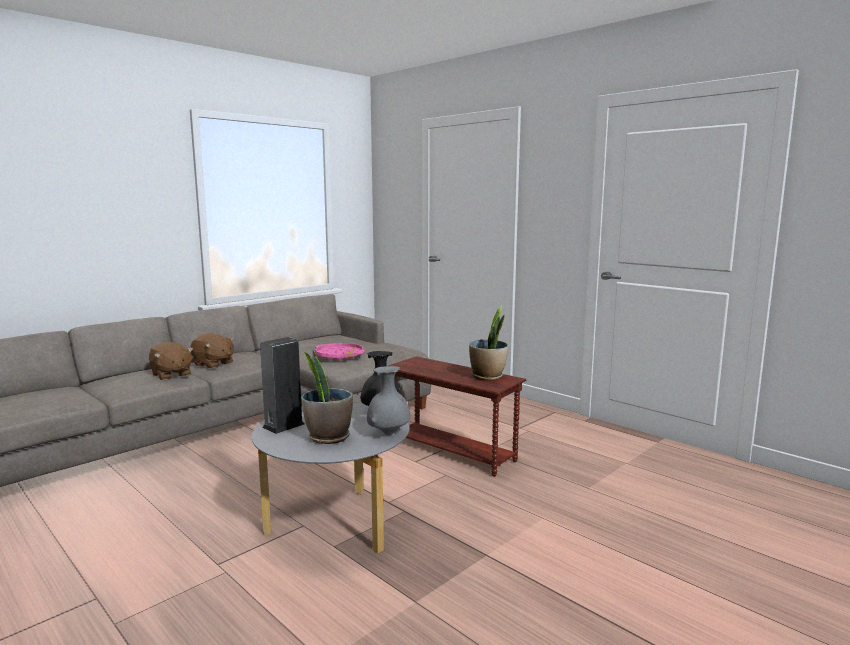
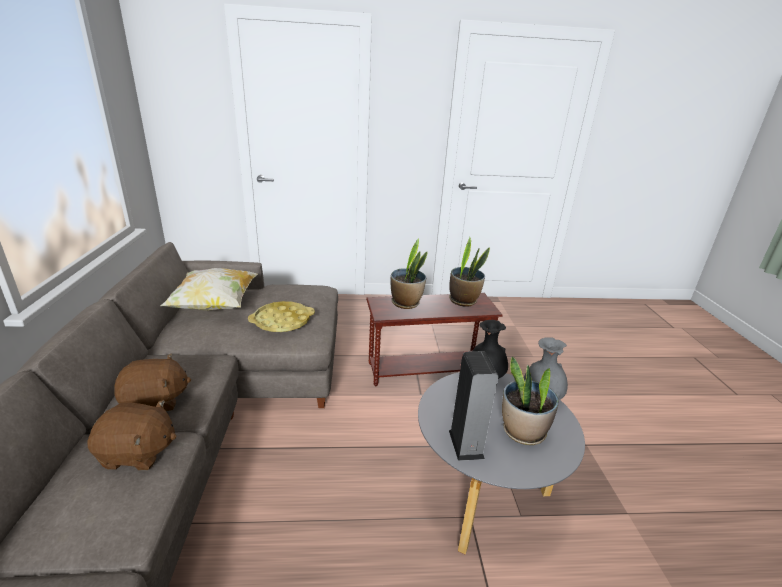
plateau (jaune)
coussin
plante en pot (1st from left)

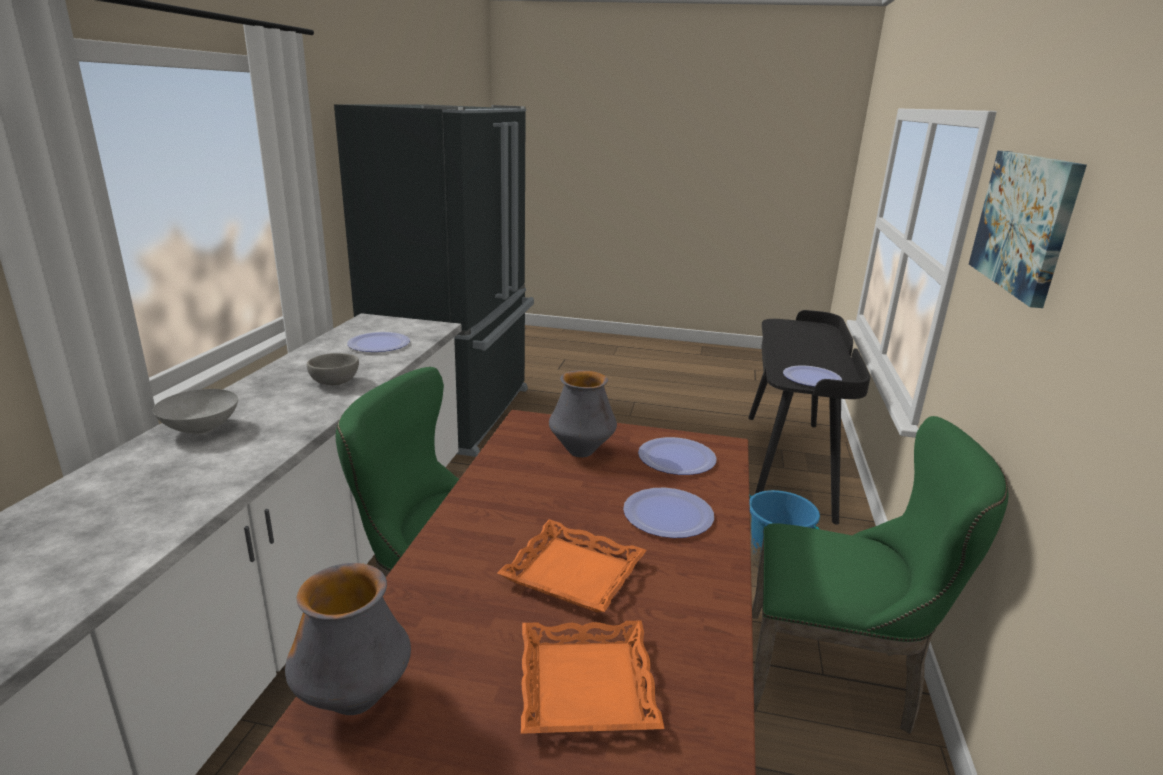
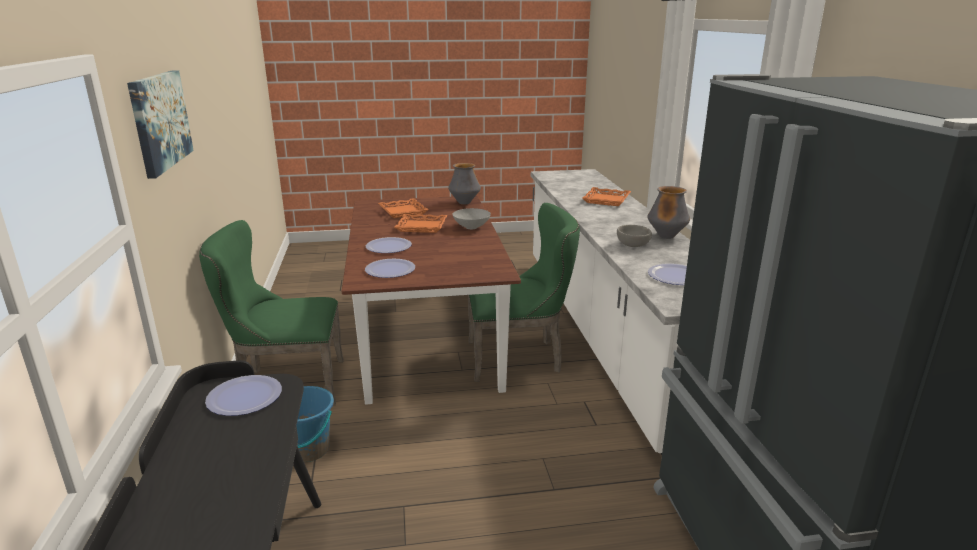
bol (gris) (1st from left)
vase (2nd from left)
plateau (orange) (3rd from left)

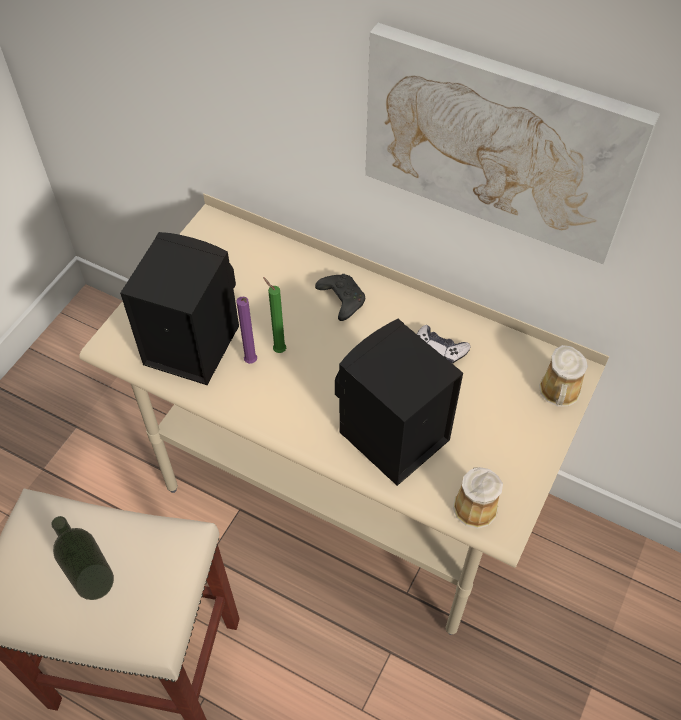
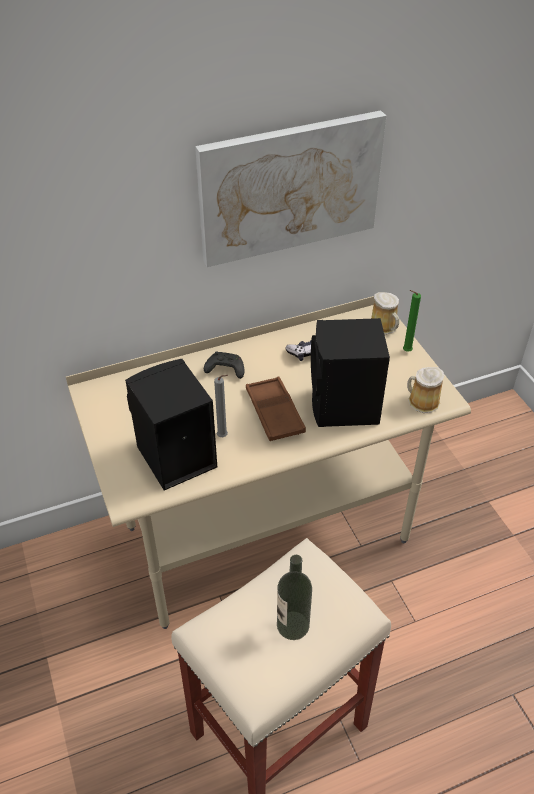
bougie (gris)
bougie (vert)
plateau (marron)

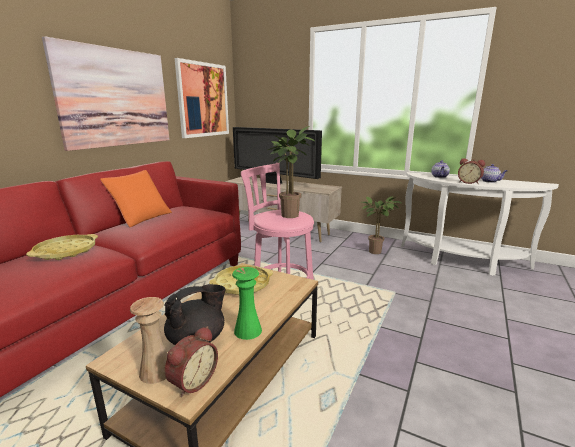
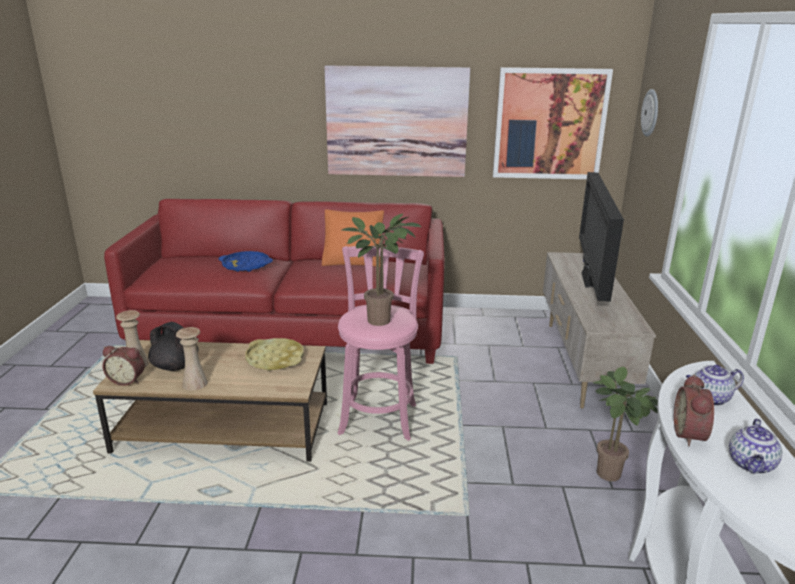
plateau (bleu)
vase (beige) (2nd from left)
horloge murale

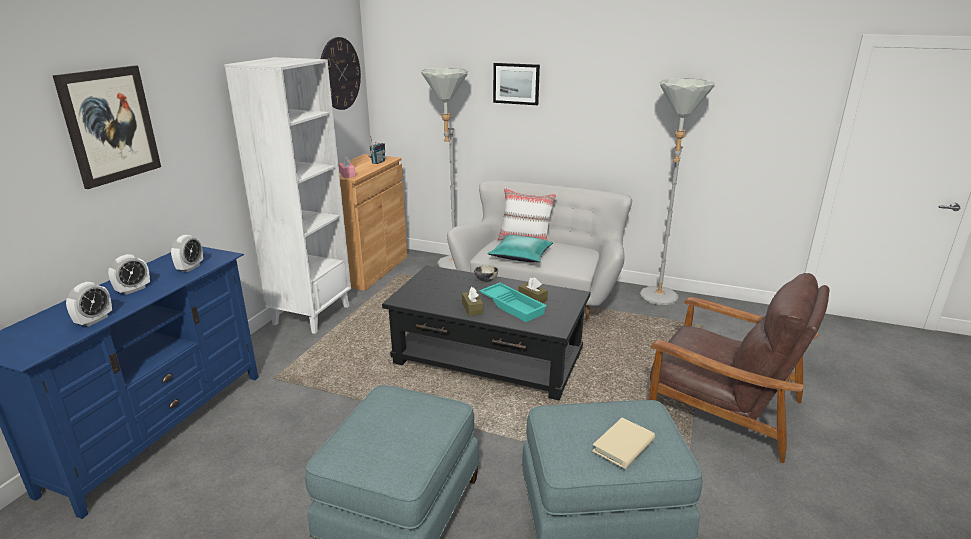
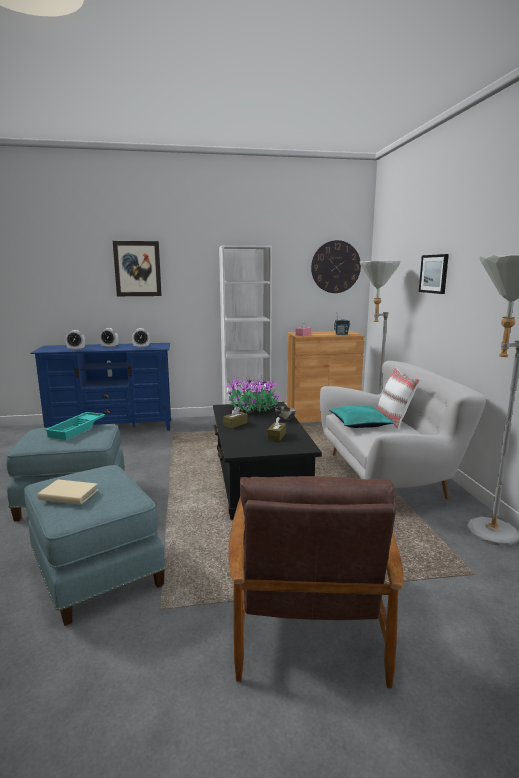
plateau (turquoise)
plante en pot

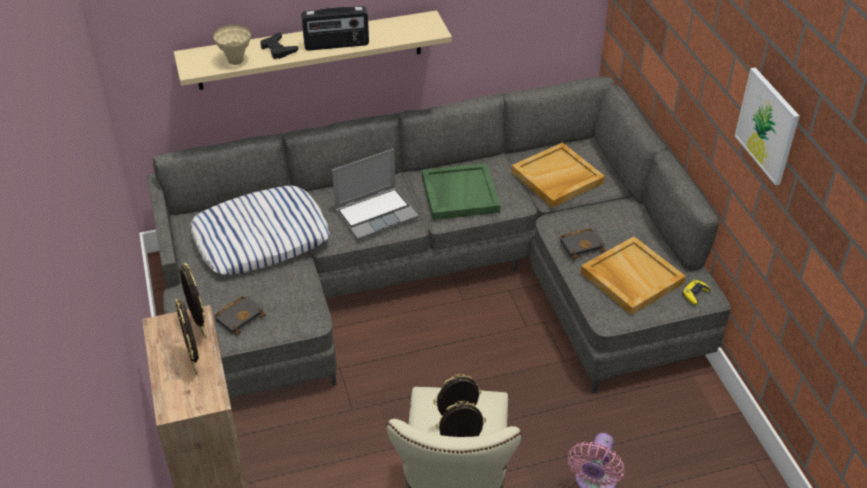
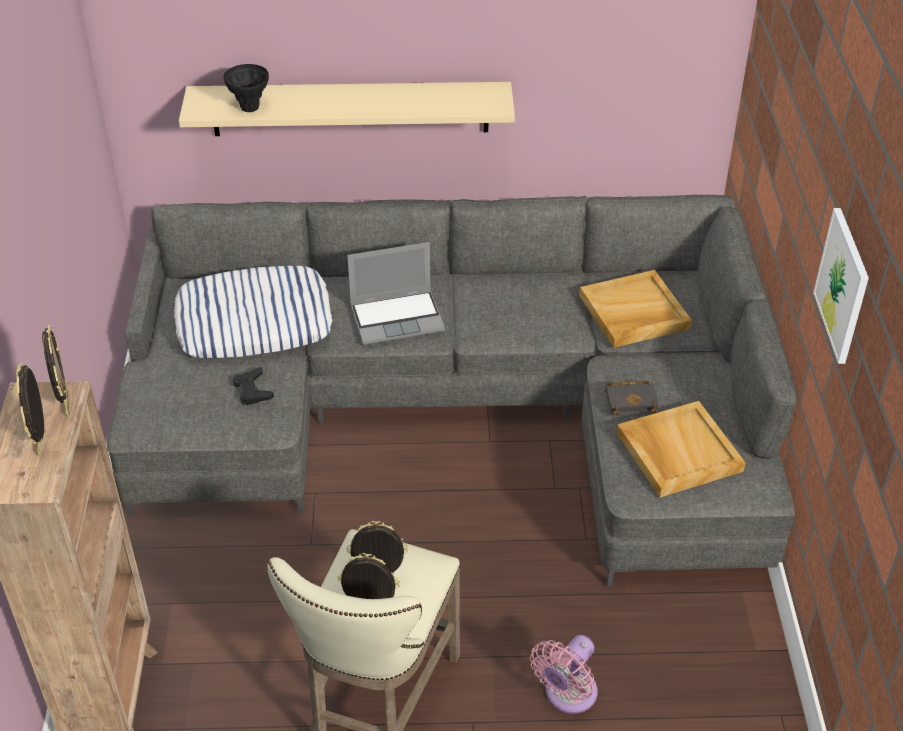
vase (noir)
livre (noir) (1st from left in the first image)
manette (noir)
radio
plateau (vert)
manette (jaune)

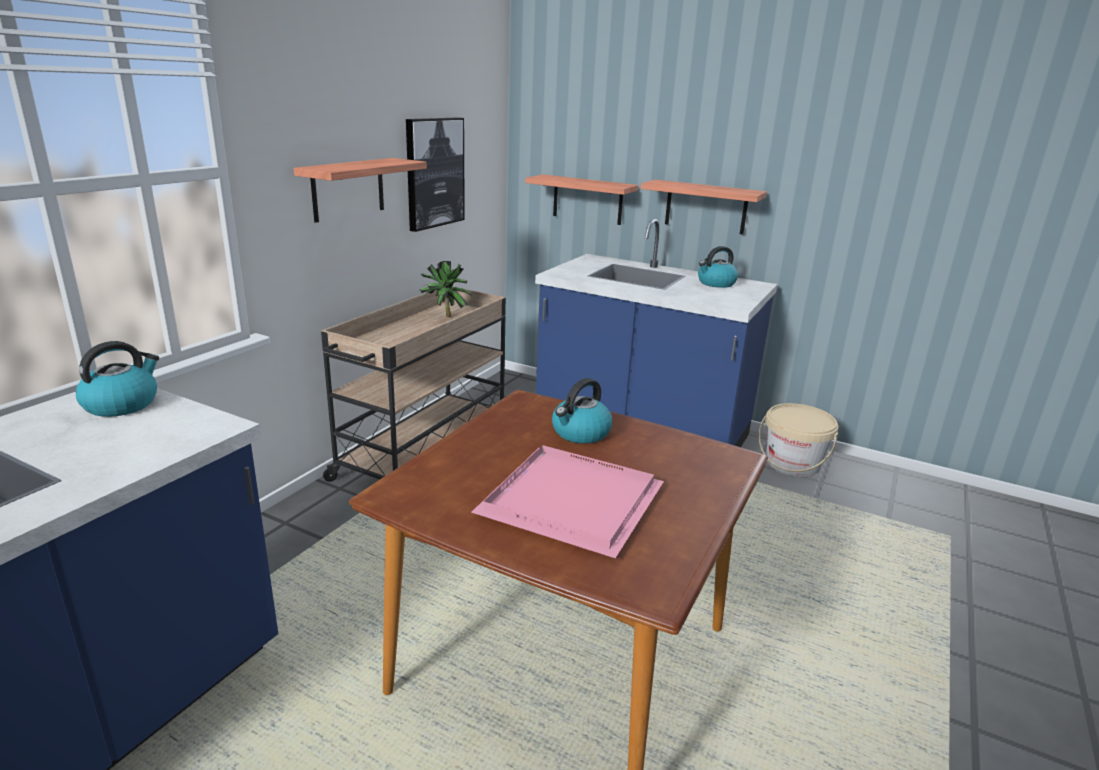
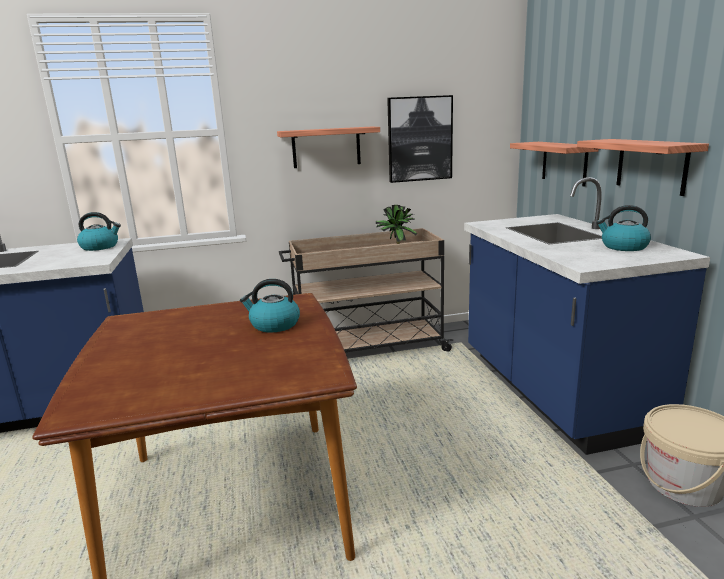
plateau (rose)

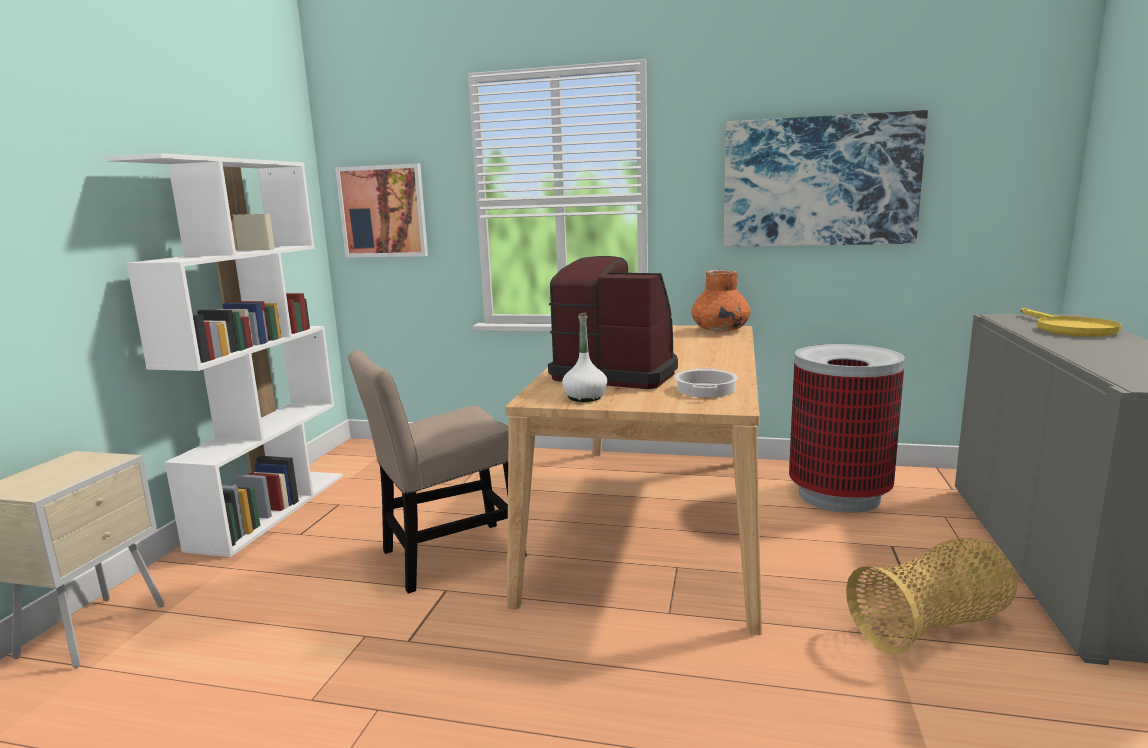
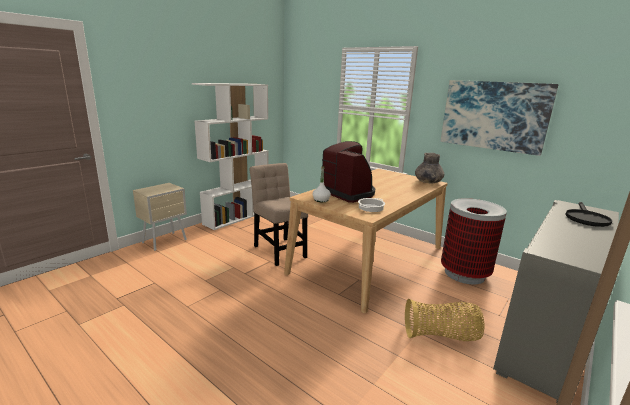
tableau (1st from left in the first image)
chaise (beige)
vase (gris)
poêle (noir)

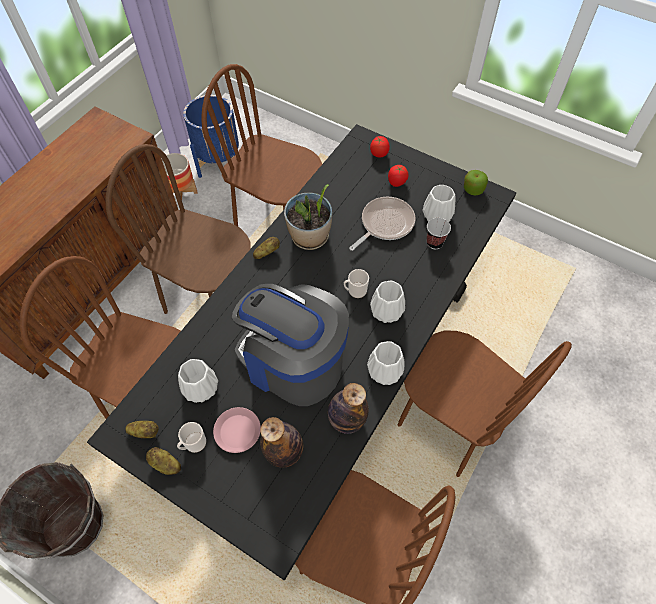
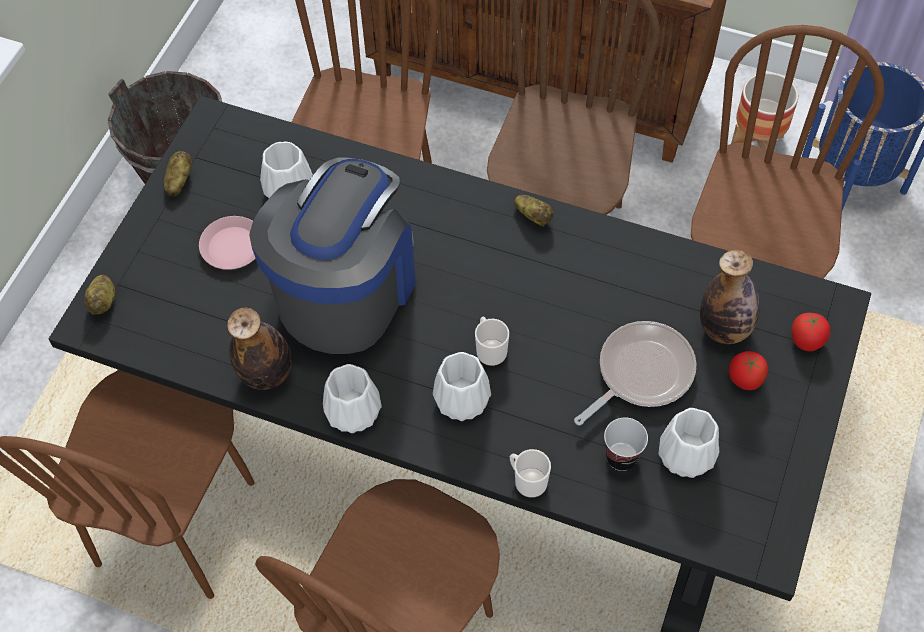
pomme de terre (1st from left)
mug (2nd from left)
bouteille (2nd from left)
plante en pot
poêle
pomme

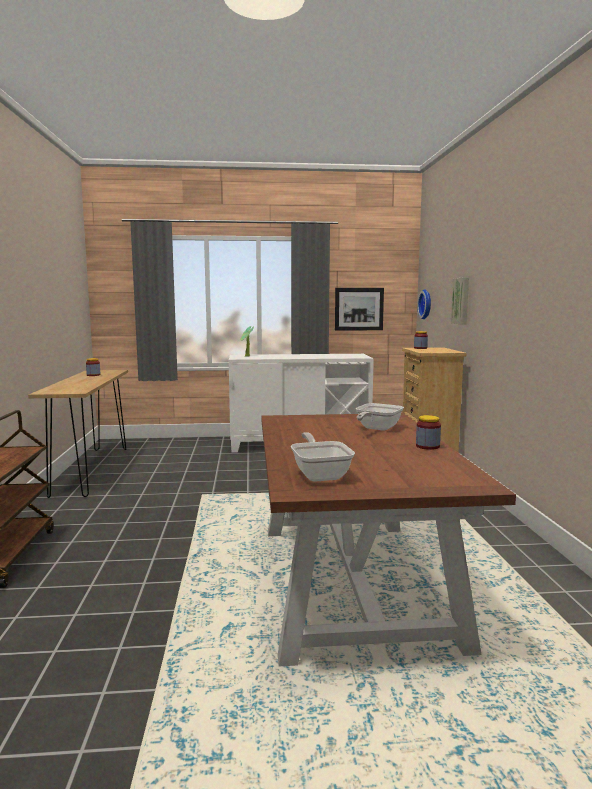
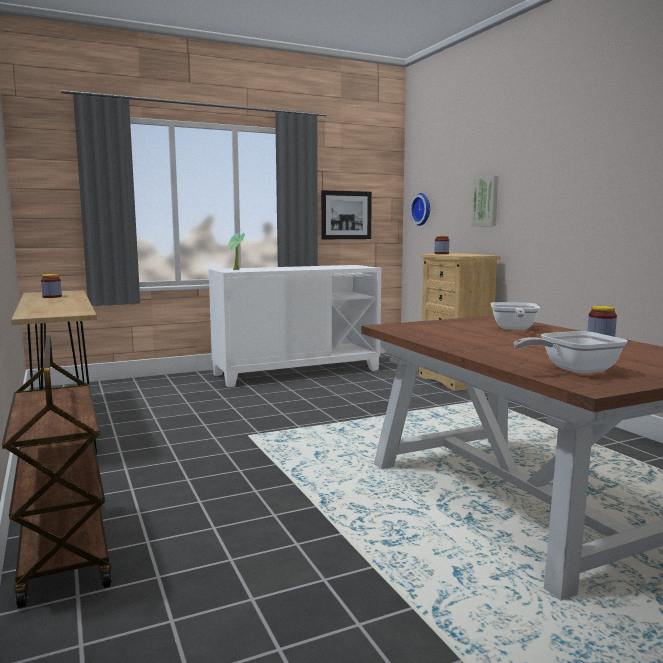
poêle (2nd from left)

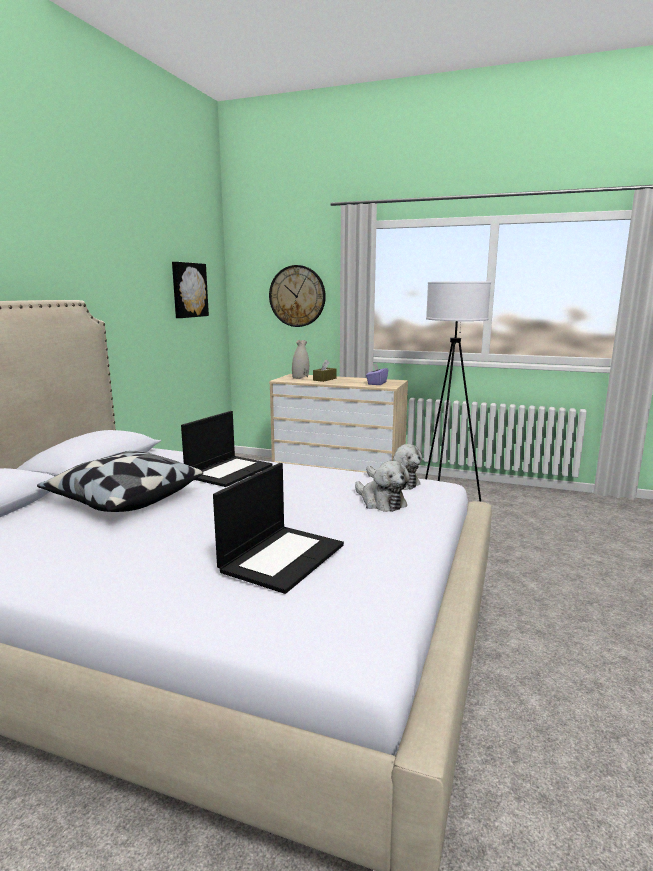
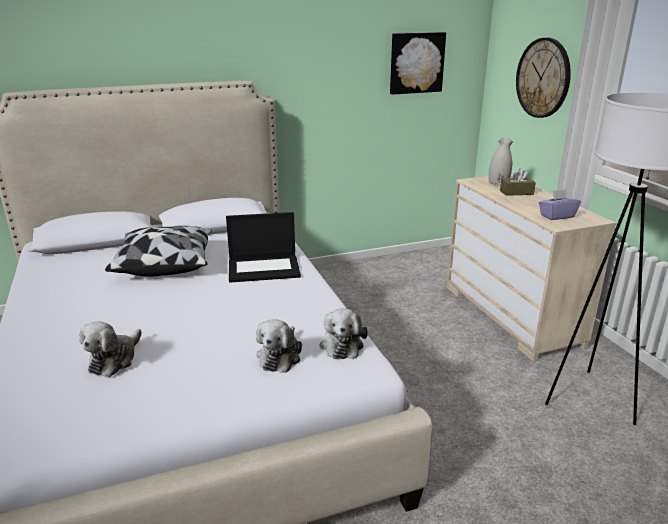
peluche (1st from left)

